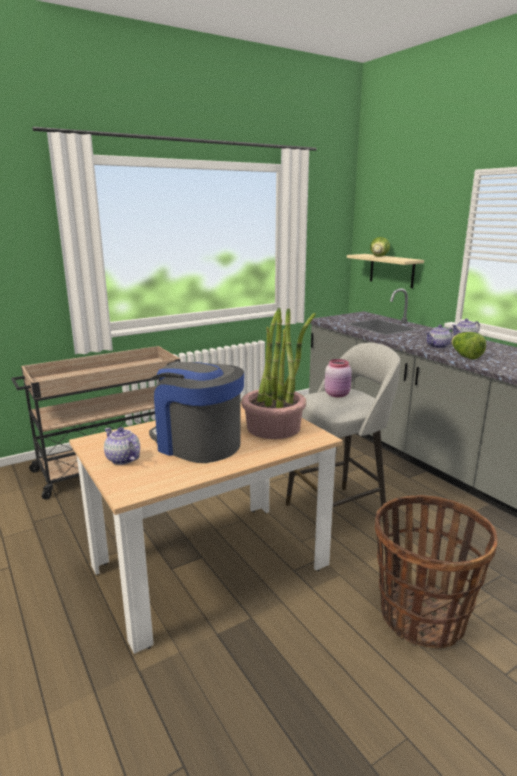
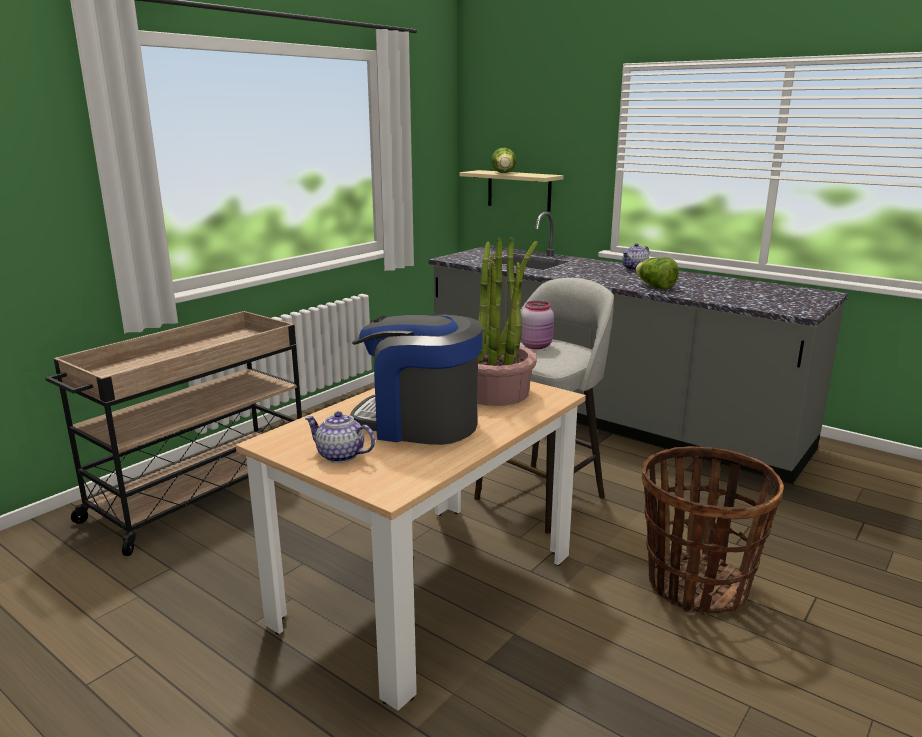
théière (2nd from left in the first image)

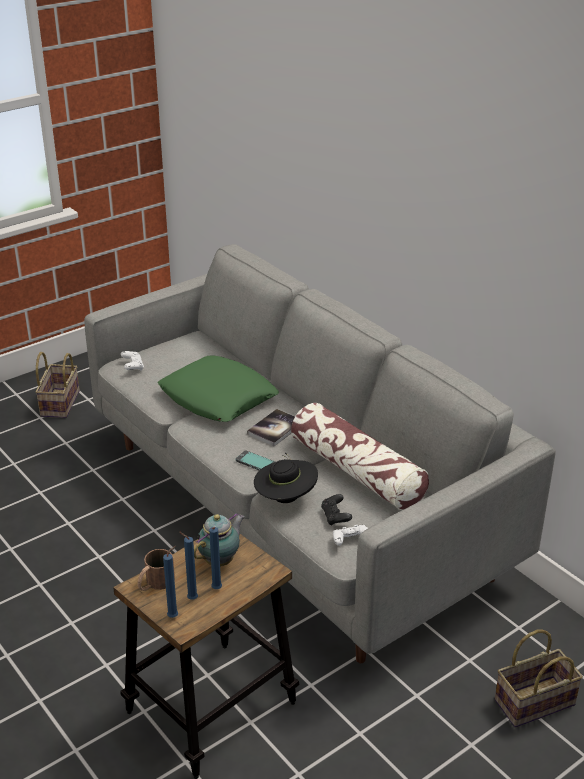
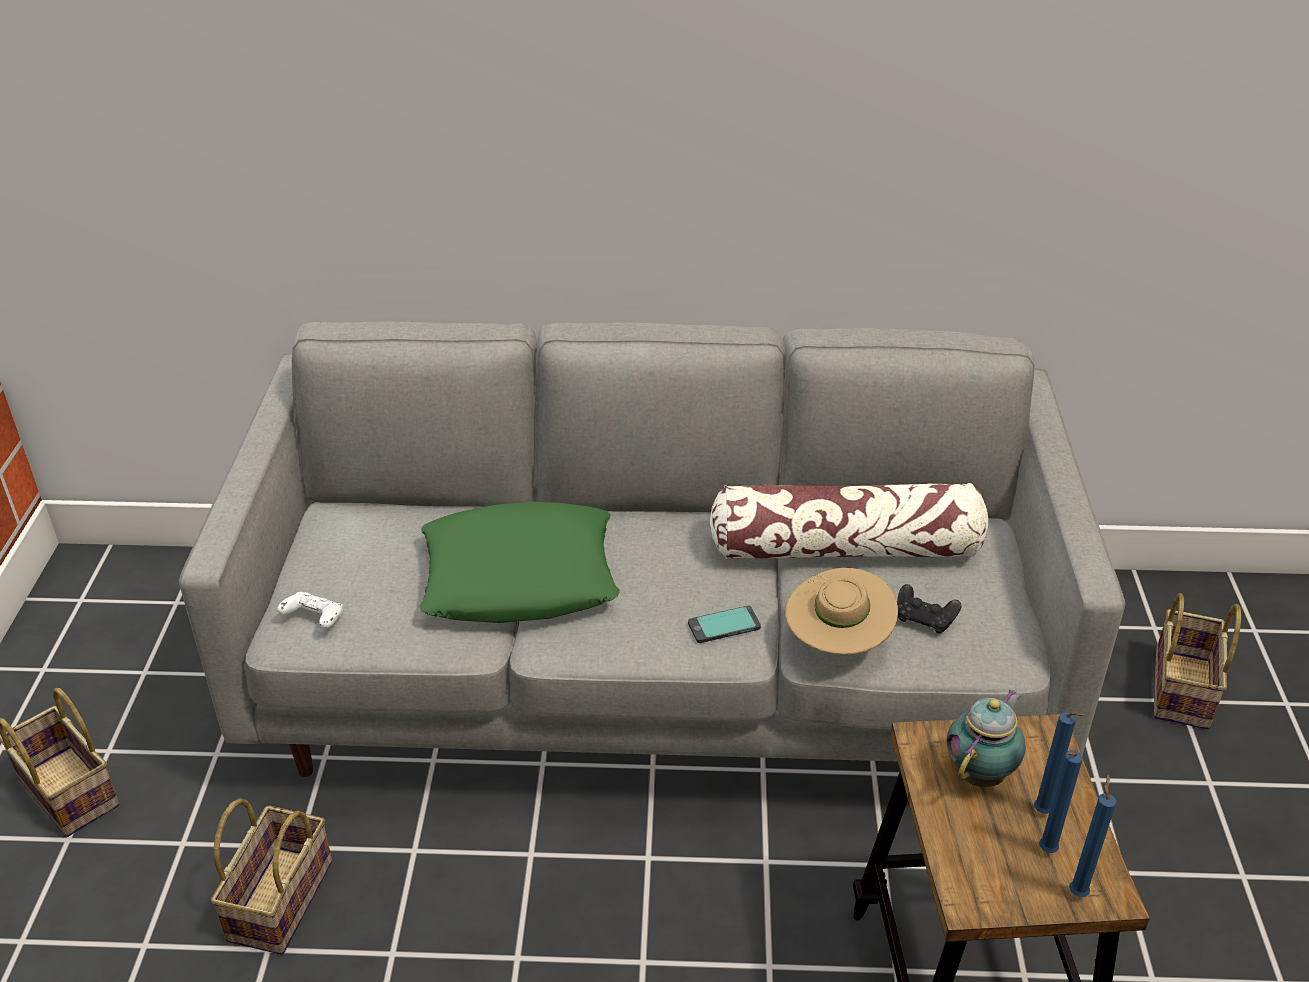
mug (marron)
théière
livre
chapeau (beige)
manette (blanc) (2nd from left in the first image)
panier (2nd from left)

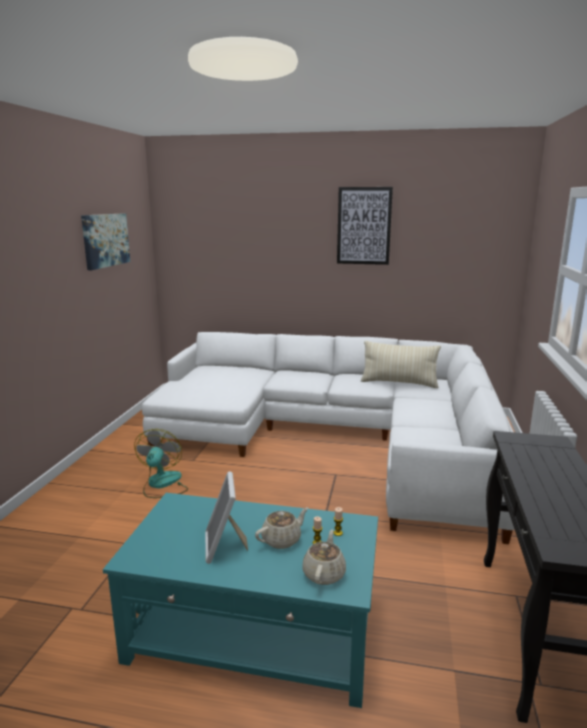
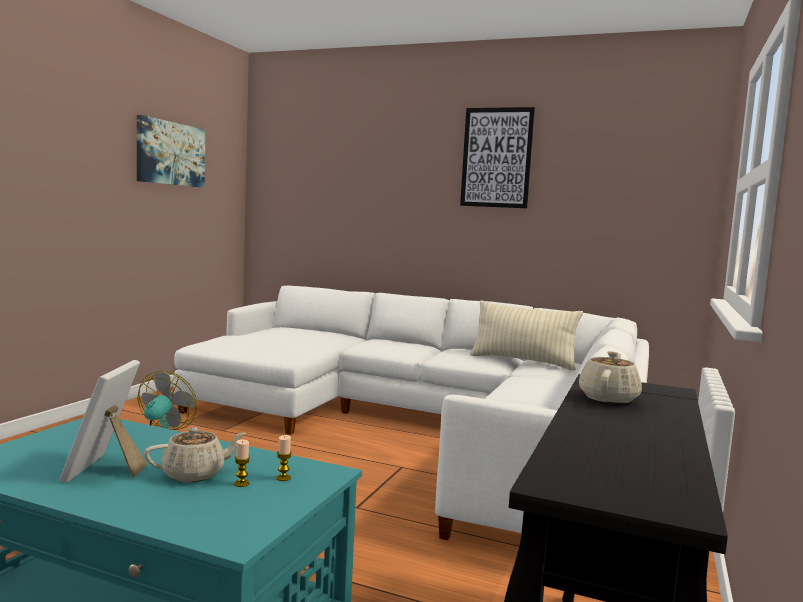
théière (beige) (2nd from left)

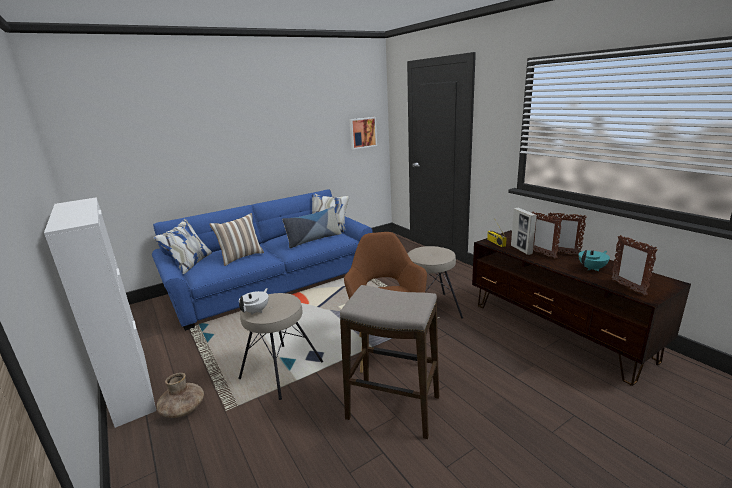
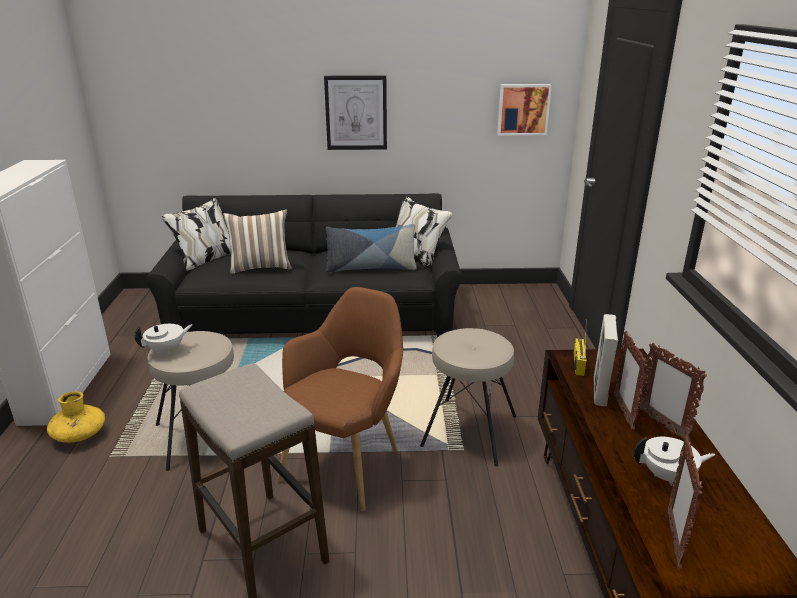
canapé (noir)
vase (jaune)
théière (blanc) (2nd from left)
tableau (1st from left)

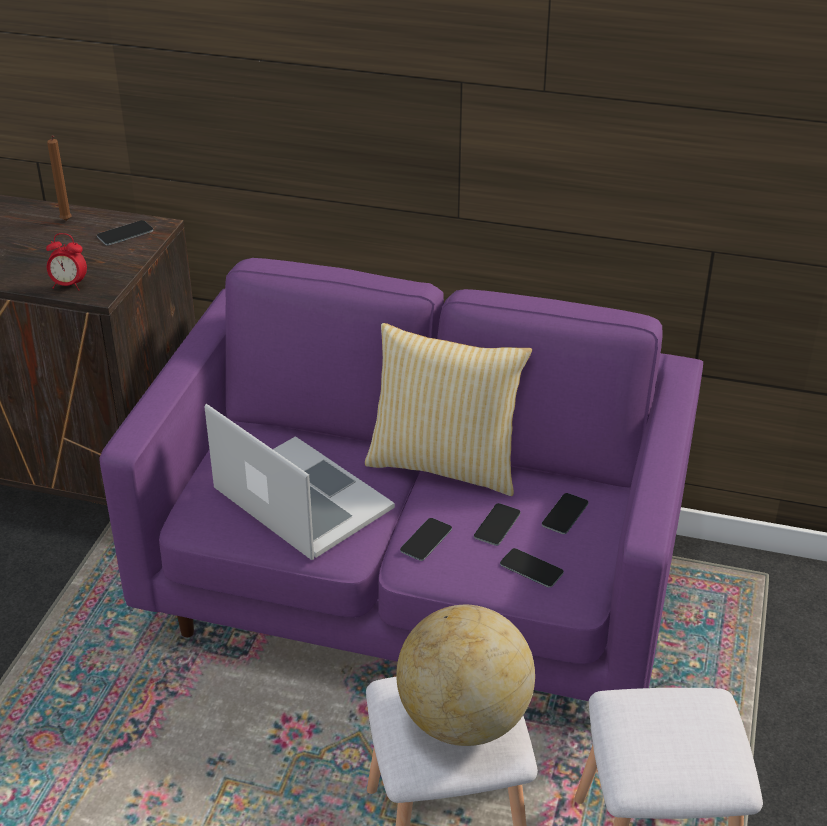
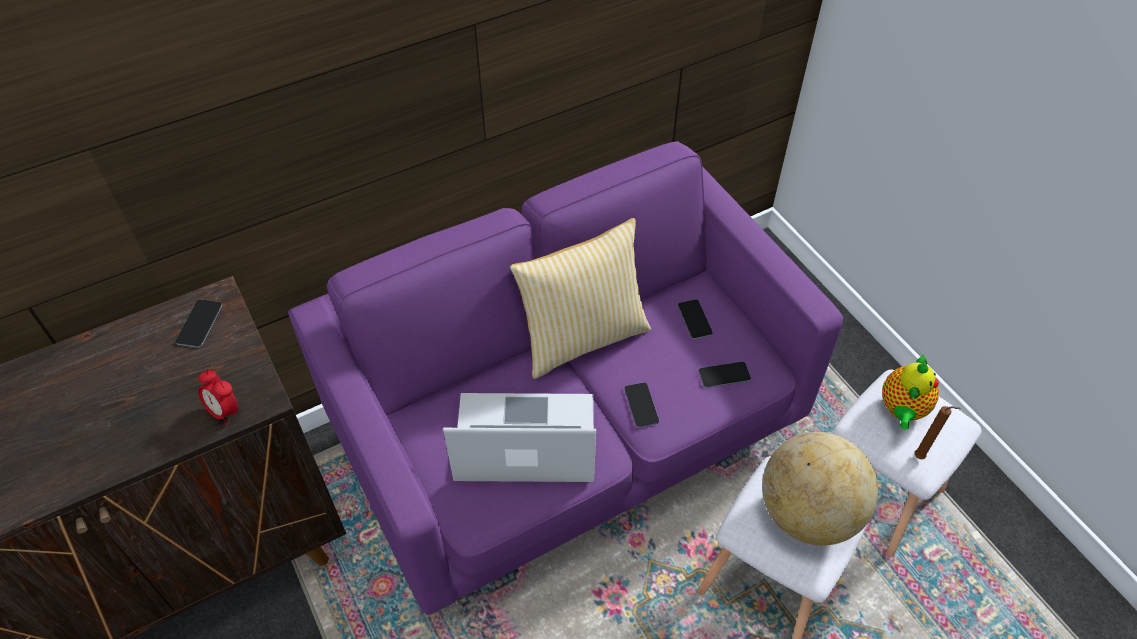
réveil
bougie (marron)
téléphone (3rd from left in the first image)
théière

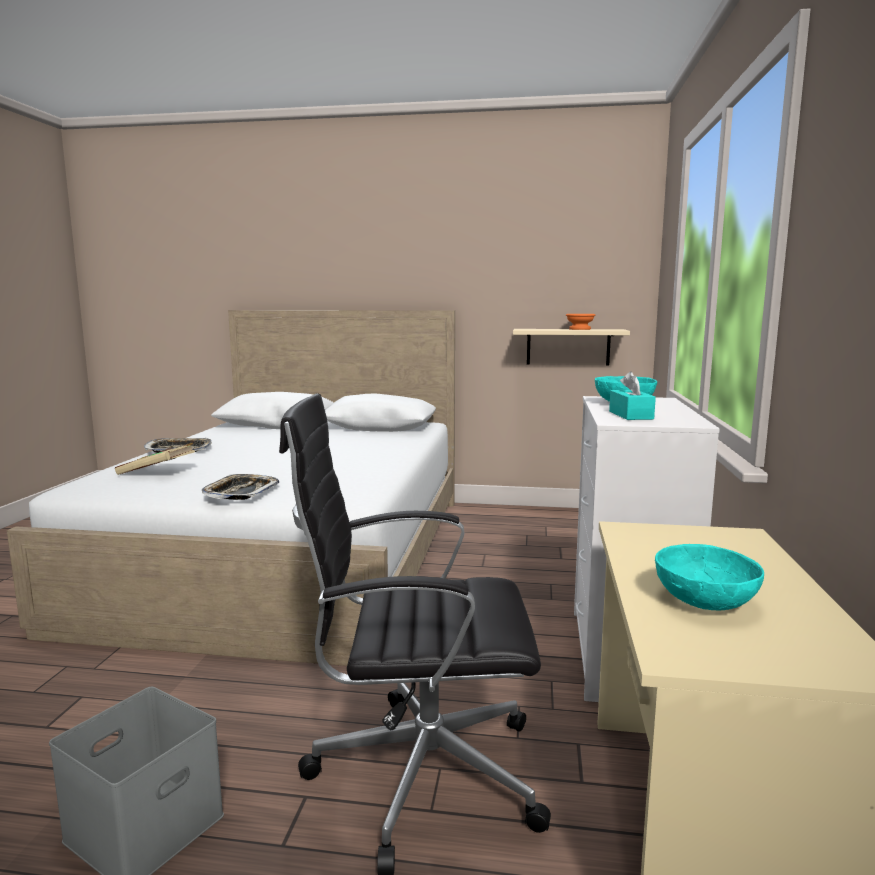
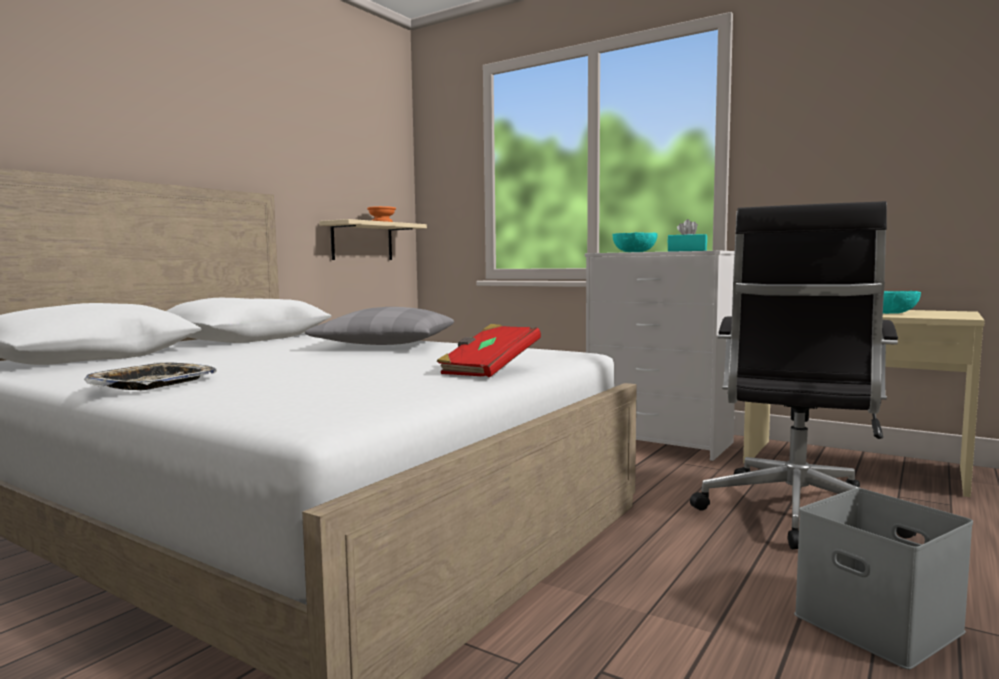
livre (beige)
livre (rouge)
coussin (gris)

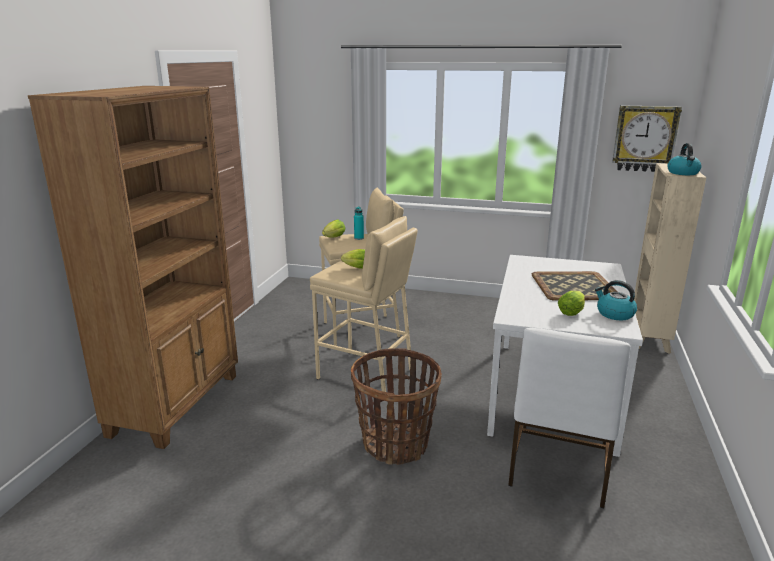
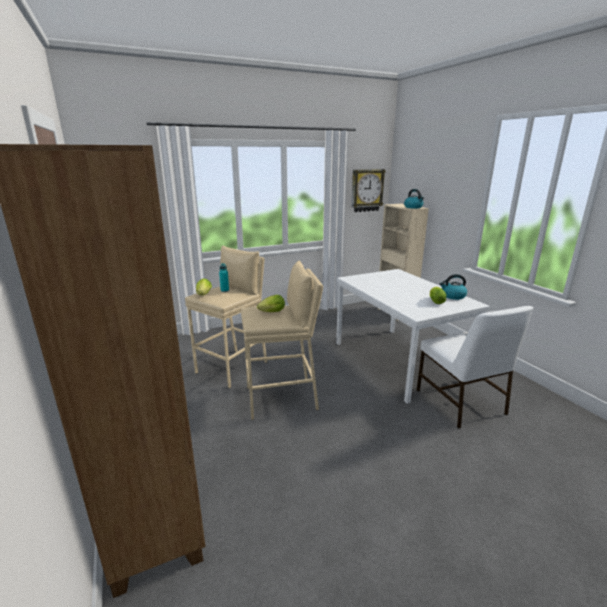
panier
plateau

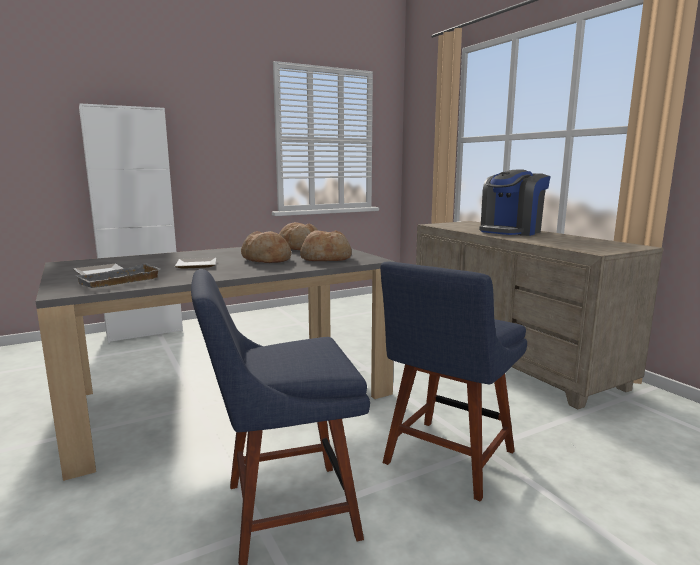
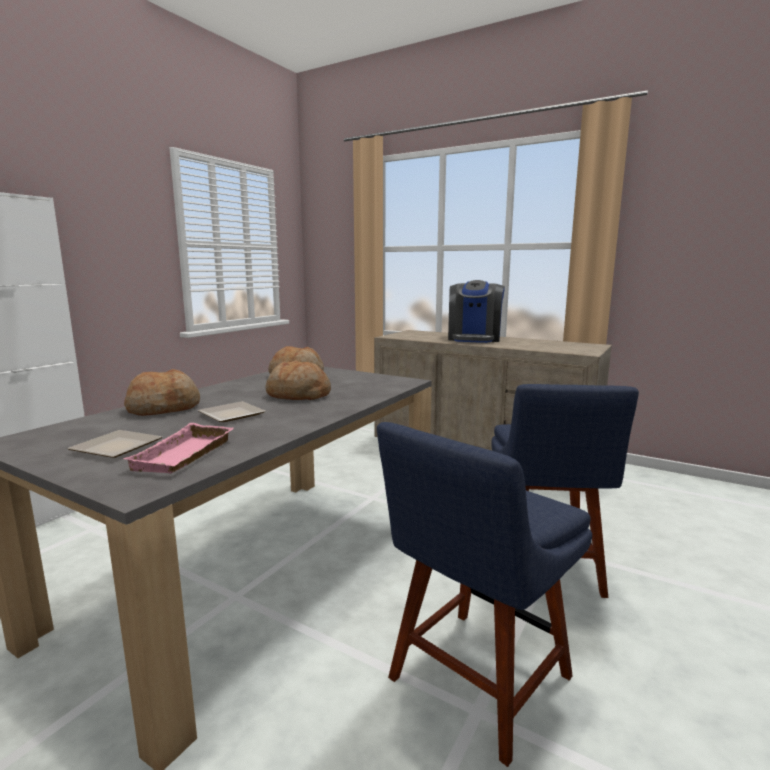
plateau (rose)
pain (1st from left)

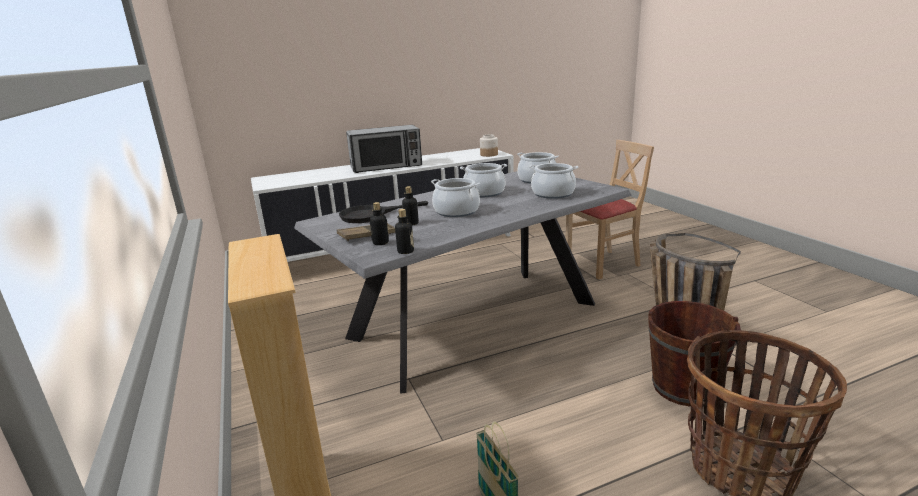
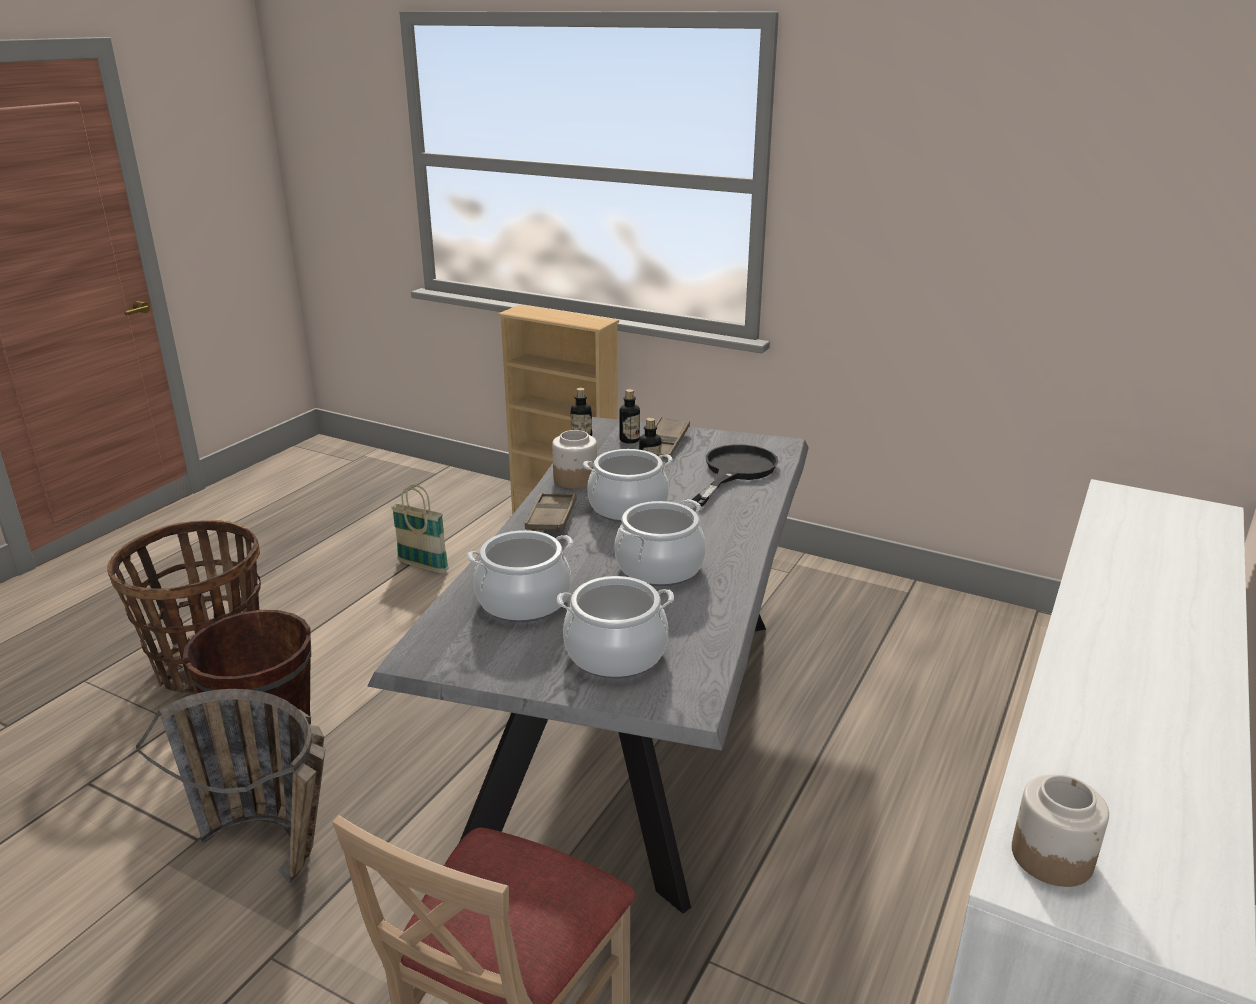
micro-ondes
plateau (marron) (1st from left)
bocal (1st from left)

